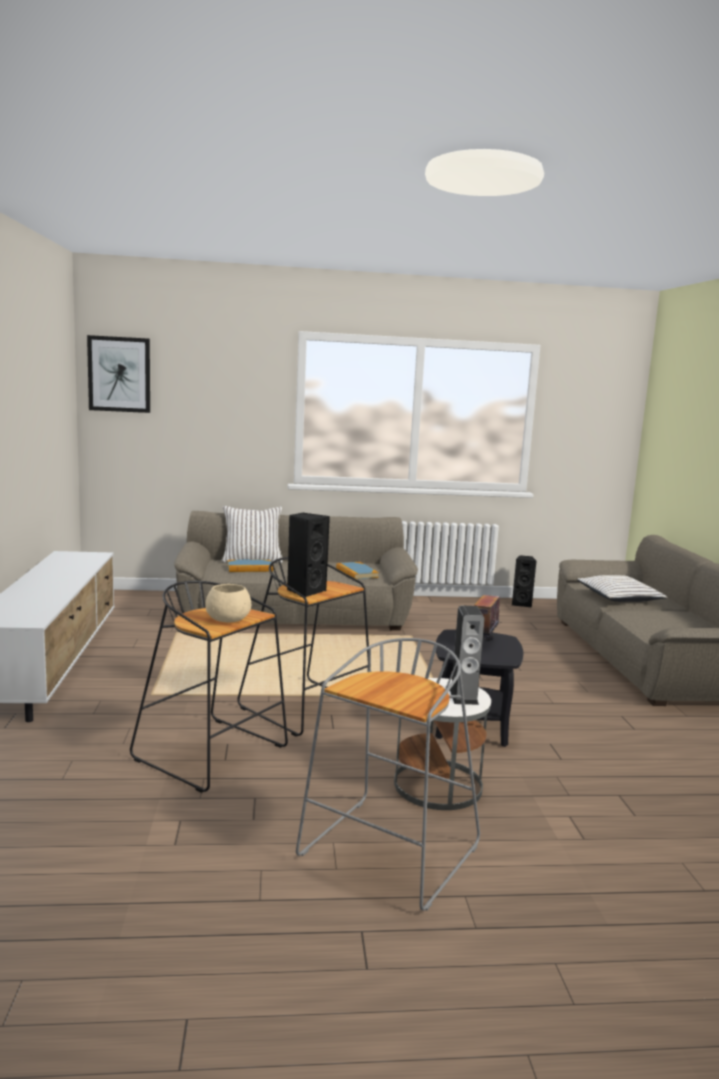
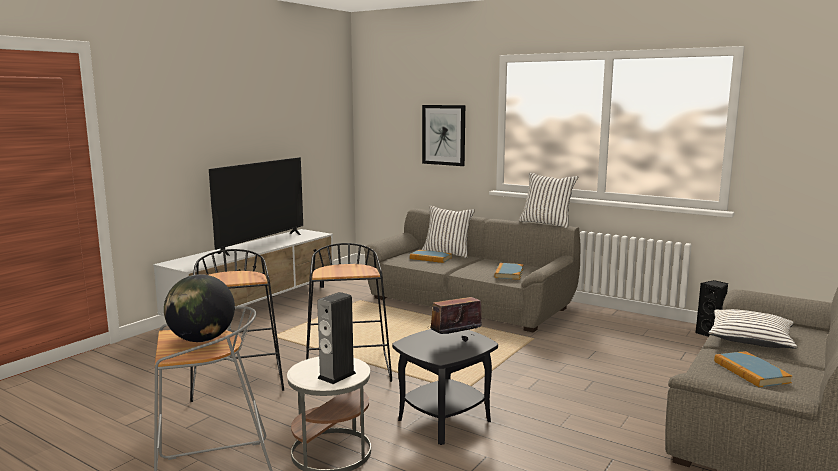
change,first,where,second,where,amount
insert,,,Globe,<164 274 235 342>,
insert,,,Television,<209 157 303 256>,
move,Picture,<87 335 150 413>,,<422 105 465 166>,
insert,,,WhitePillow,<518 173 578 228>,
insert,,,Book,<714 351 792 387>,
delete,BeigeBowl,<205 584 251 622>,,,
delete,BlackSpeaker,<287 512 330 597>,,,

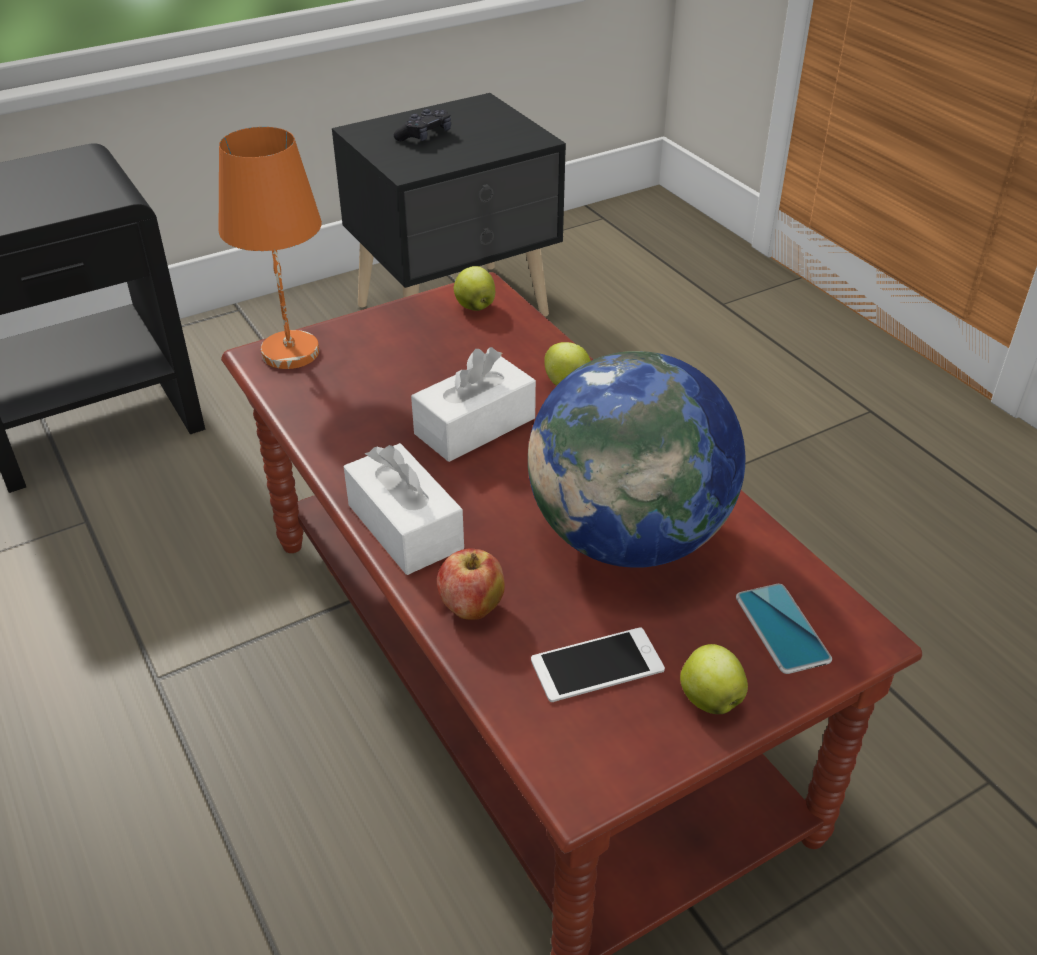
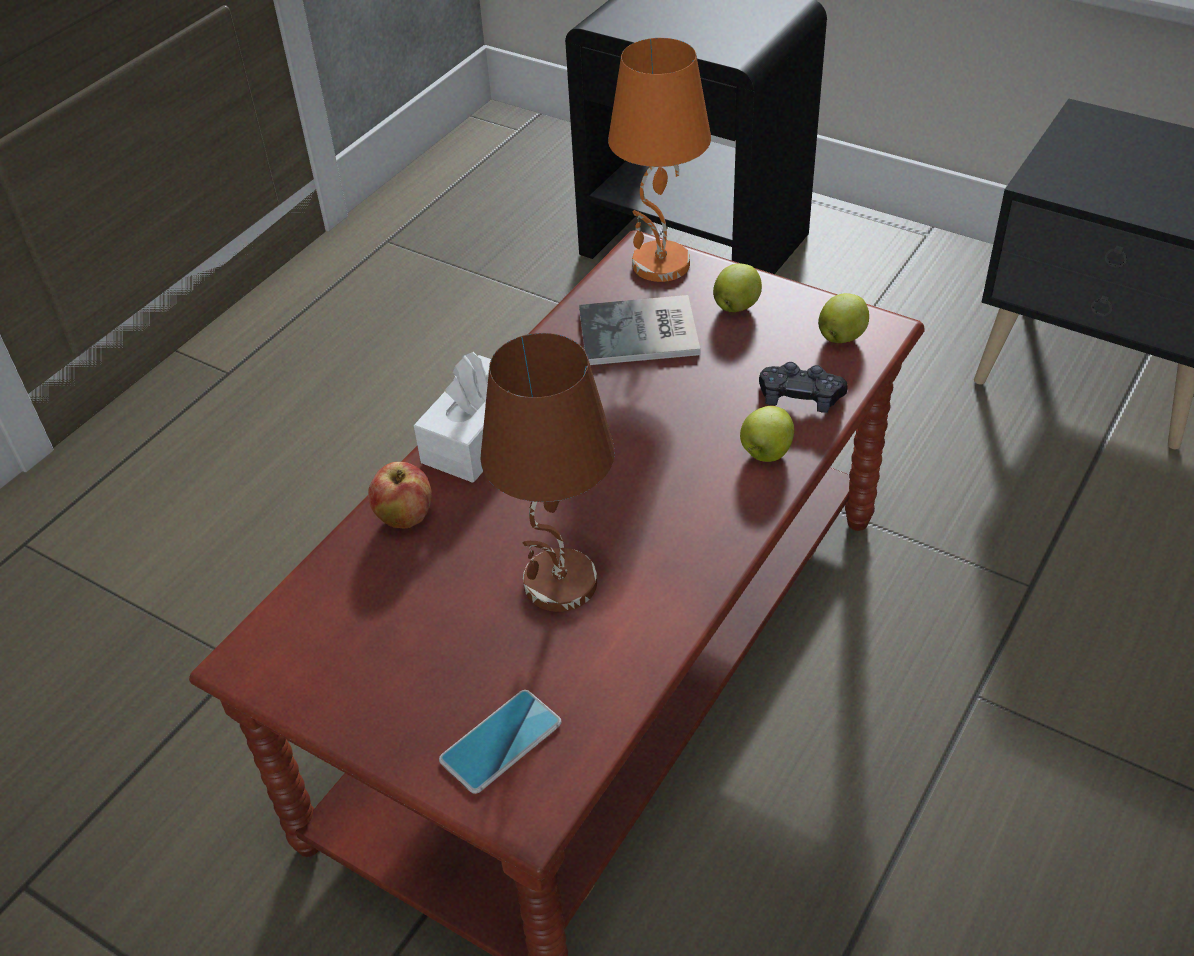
change,first,where,second,where,amount
replace,Globe,<528 351 745 568>,BrownTableLamp,<480 333 615 612>,
insert,,,Book,<579 295 700 365>,
move,Apple,<680 644 748 714>,,<713 263 762 312>,
move,BlackGameController,<394 109 451 141>,,<759 362 848 413>,
delete,WhiteTissueBox,<411 347 536 462>,,,
delete,Phone,<531 627 665 702>,,,

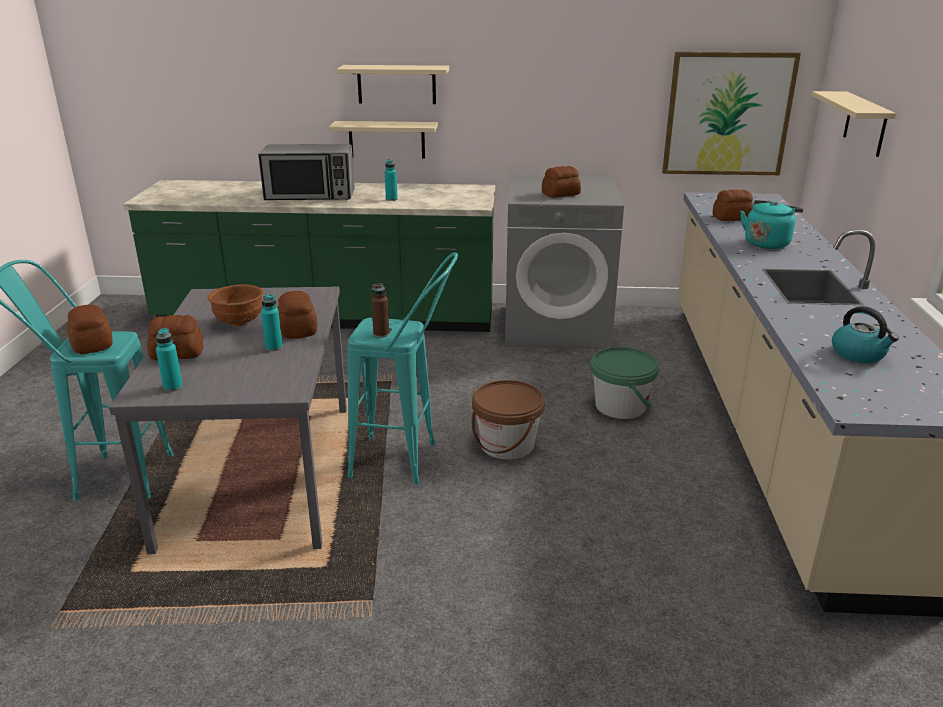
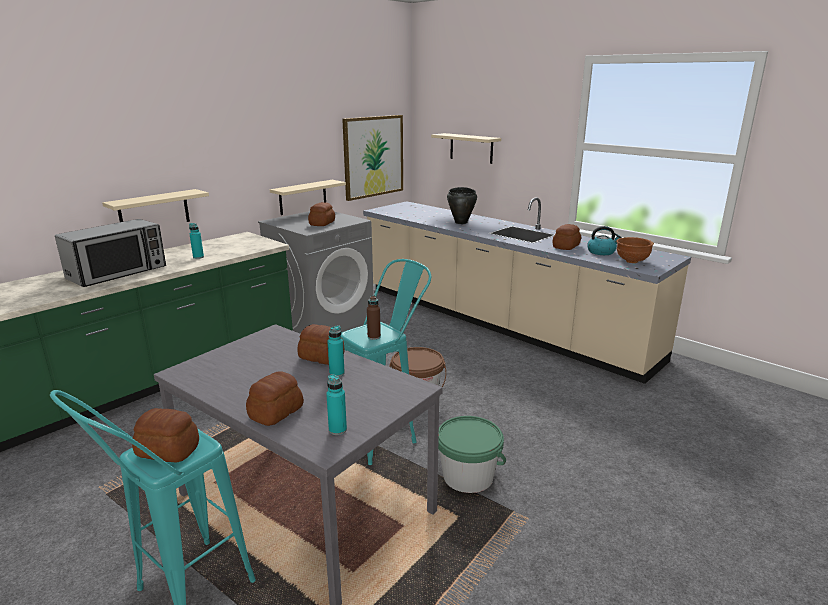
change,first,where,second,where,amount
move,BeigeShelf,<337 65 449 104>,,<270 180 346 215>,
move,GreenBucket,<590 347 659 419>,,<438 416 506 493>,
replace,TurquoiseKettle,<740 200 803 249>,BlackCookingPot,<447 187 477 224>,
move,Bread,<713 190 754 221>,,<552 224 581 250>,
move,BrownBowl,<208 284 263 326>,,<616 237 654 263>,

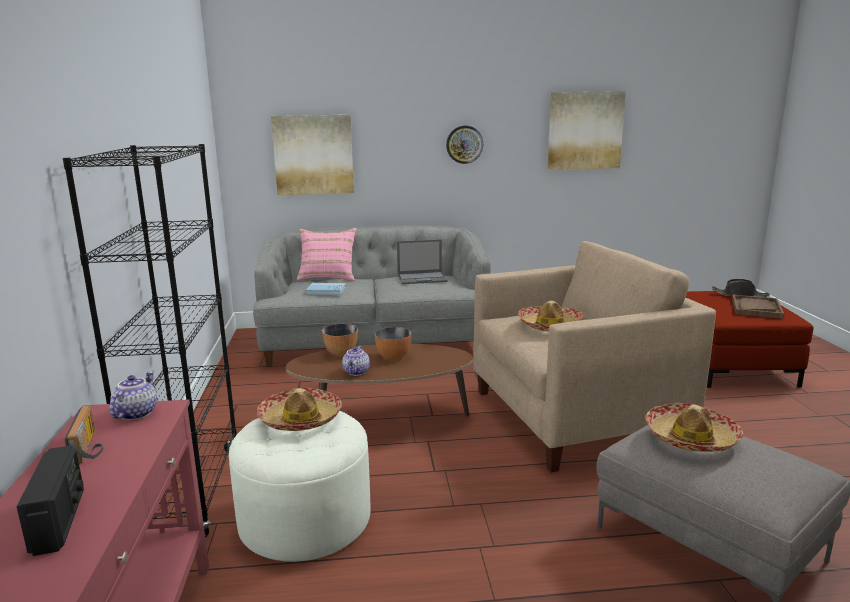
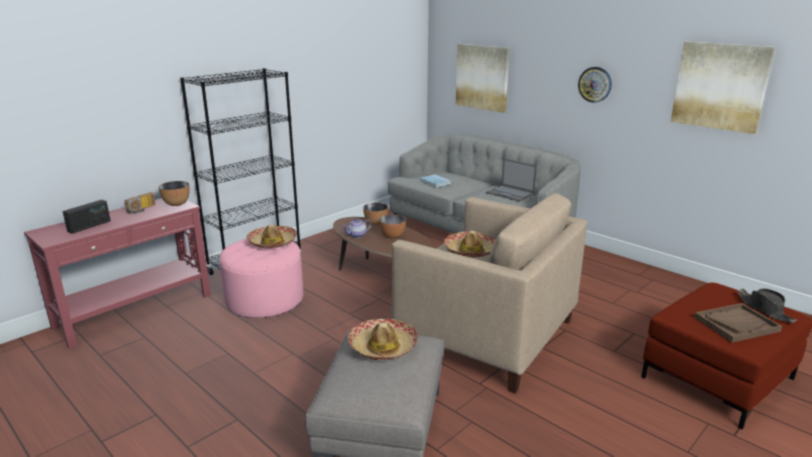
change,first,where,second,where,amount
replace,Teapot,<109 372 157 420>,Bowl,<159 181 189 206>,
recolor,WhiteOttoman,<229 411 370 562>,PinkOttoman,<220 238 303 318>,
delete,PinkPillow,<297 228 357 281>,,,

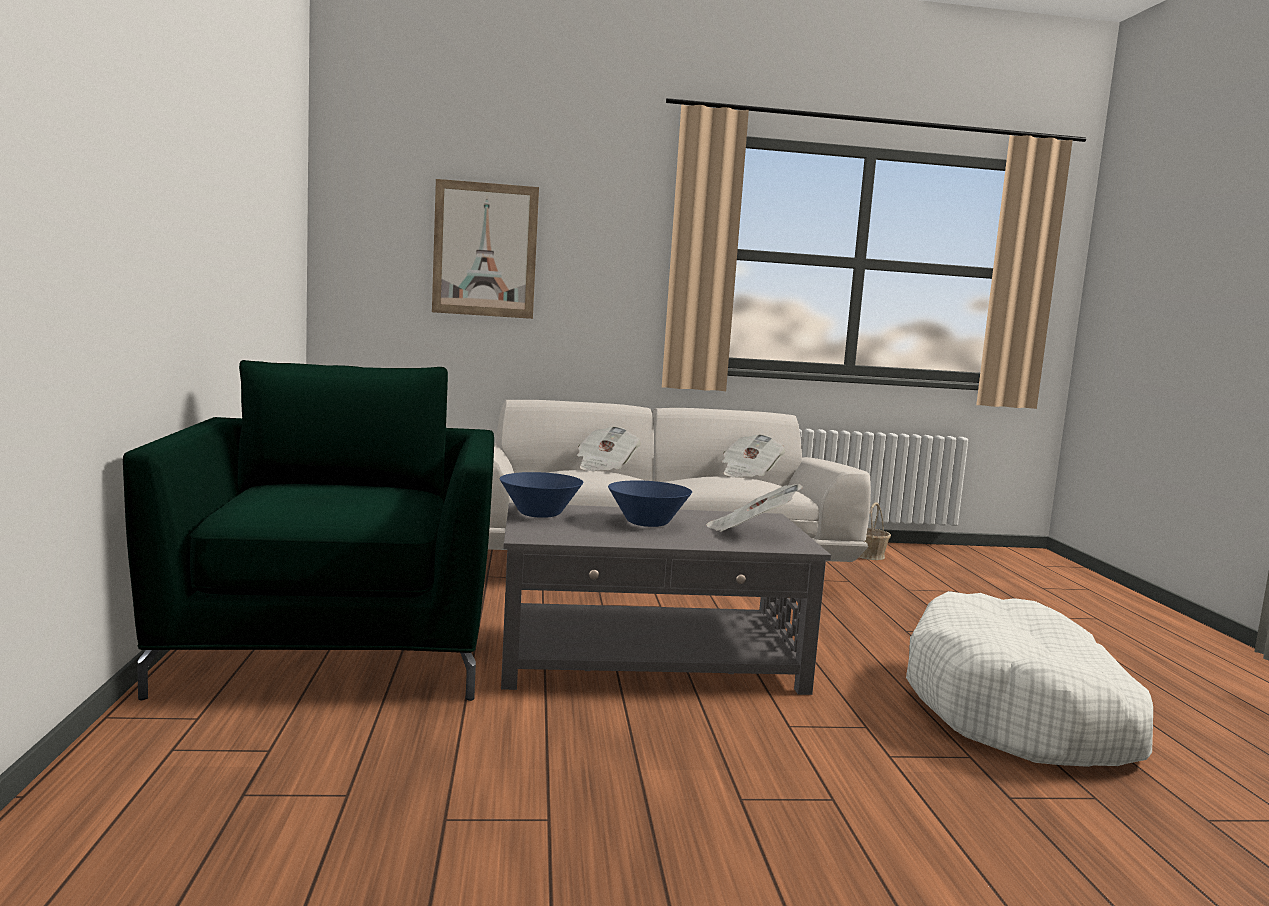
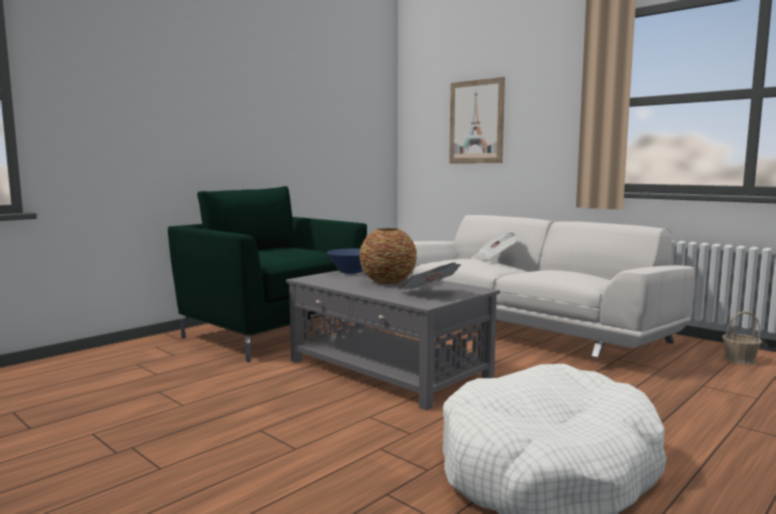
change,first,where,second,where,amount
rotate,GreenArmchair,<123 360 494 701>,,<168 186 367 362>,90 degrees counterclockwise
replace,BlueBowl,<608 480 692 527>,Vase,<359 228 417 284>,
delete,Newspaper,<722 434 785 477>,,,

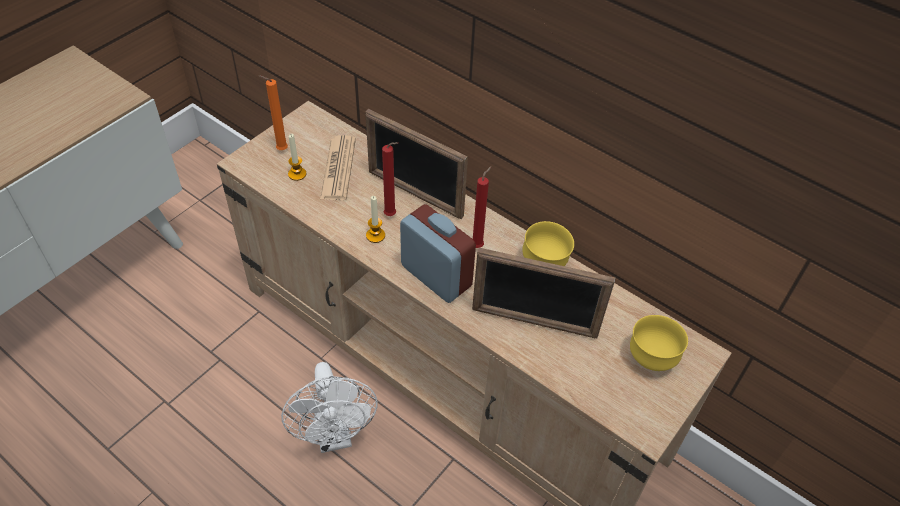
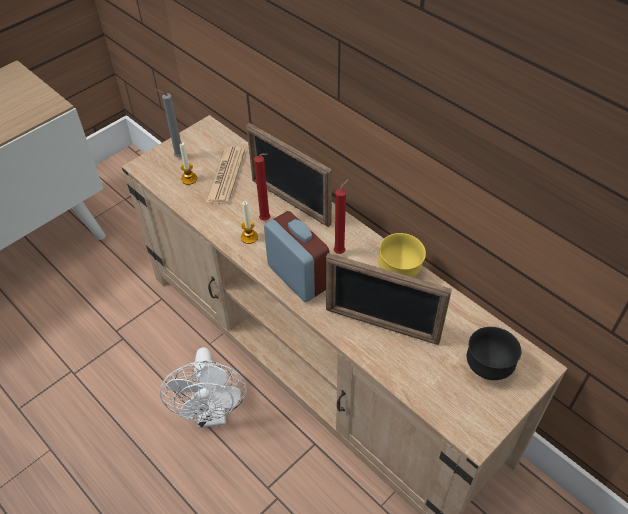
change,first,where,second,where,amount
recolor,OrangeCandle,<259 75 288 150>,GreyCandle,<156 89 182 157>,
recolor,YellowBowl,<630 315 688 371>,BlackBowl,<467 327 521 380>,

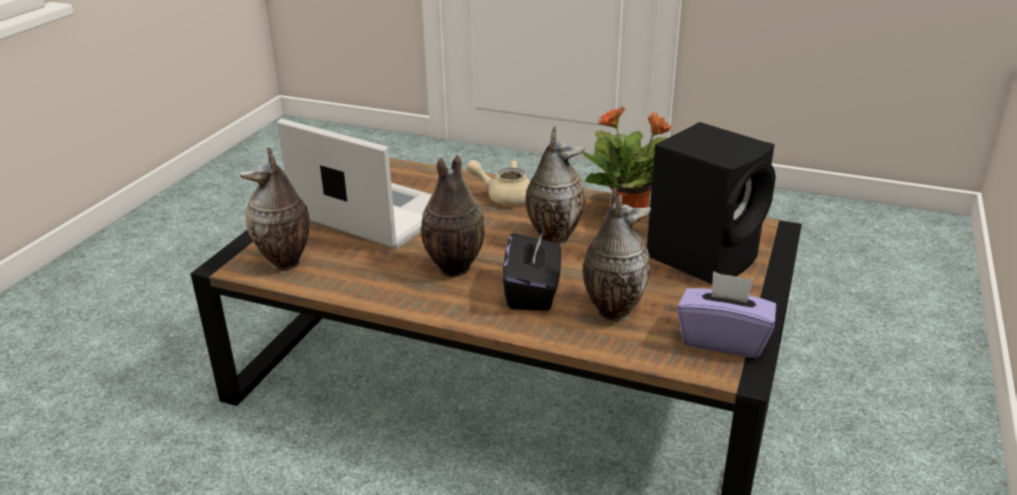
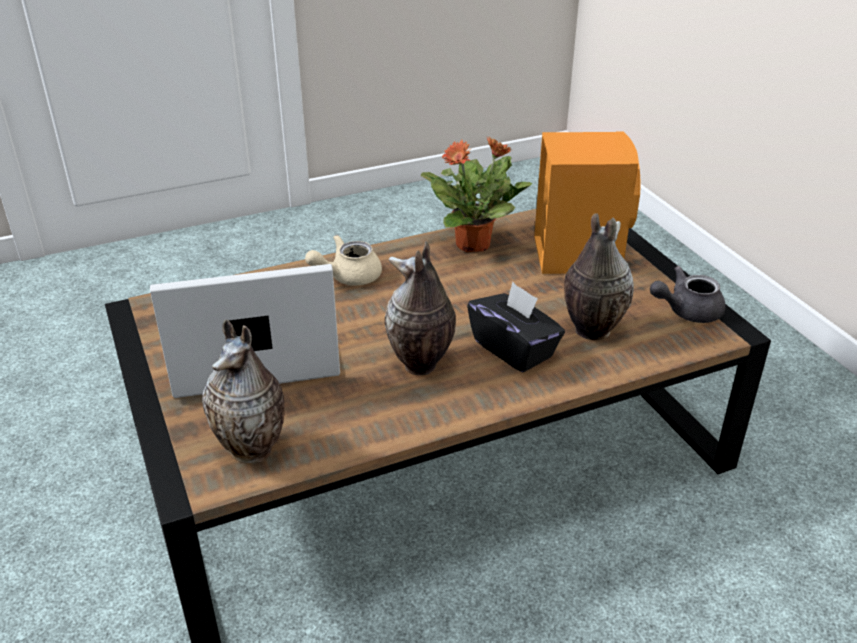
change,first,where,second,where,amount
recolor,BlackSpeaker,<647 122 776 285>,OrangeSpeaker,<534 131 640 274>,
replace,PurpleTissueBox,<677 271 776 358>,GreyTeapot,<650 266 725 323>,
delete,Vase,<525 126 585 246>,,,

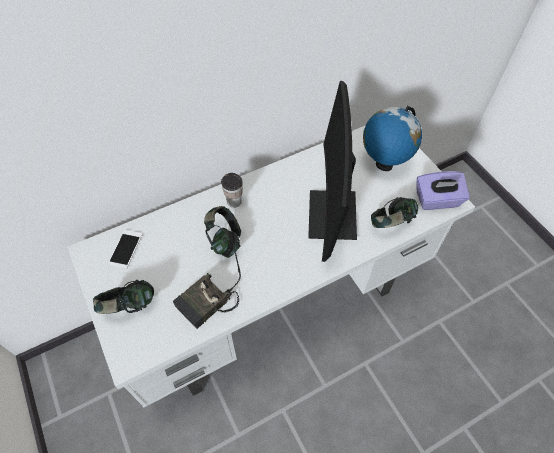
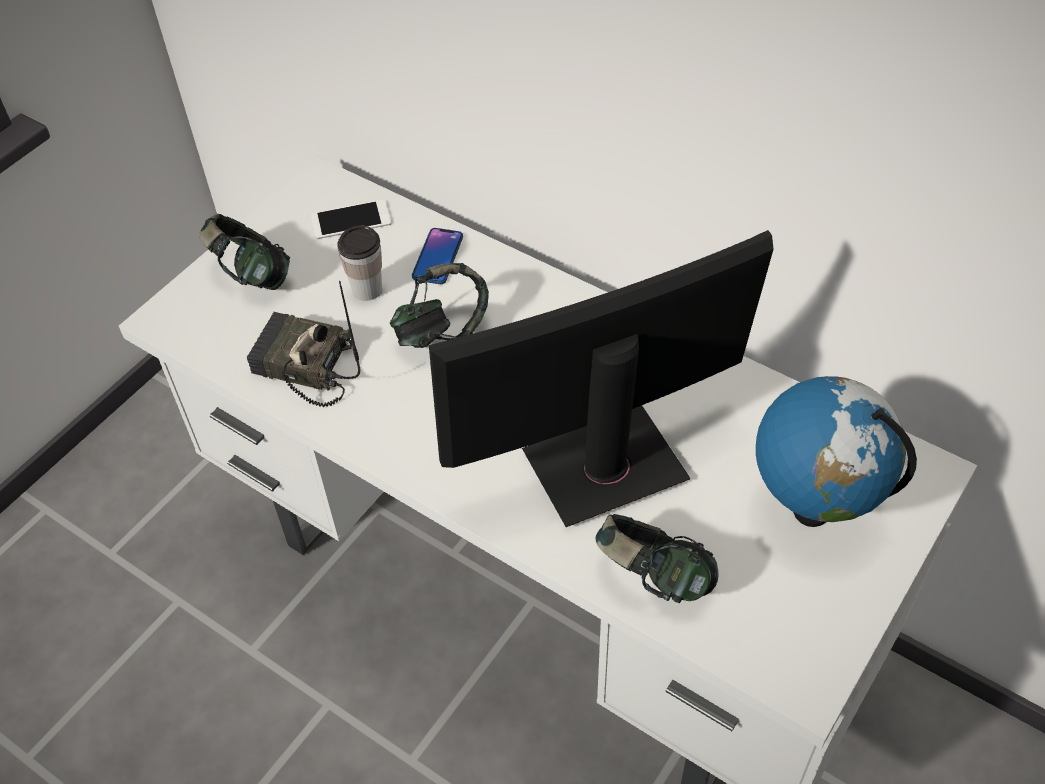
change,first,where,second,where,amount
move,Cup,<221 173 243 208>,,<337 225 382 301>,
insert,,,Phone,<412 228 463 284>,
delete,PurpleTissueBox,<417 171 470 210>,,,

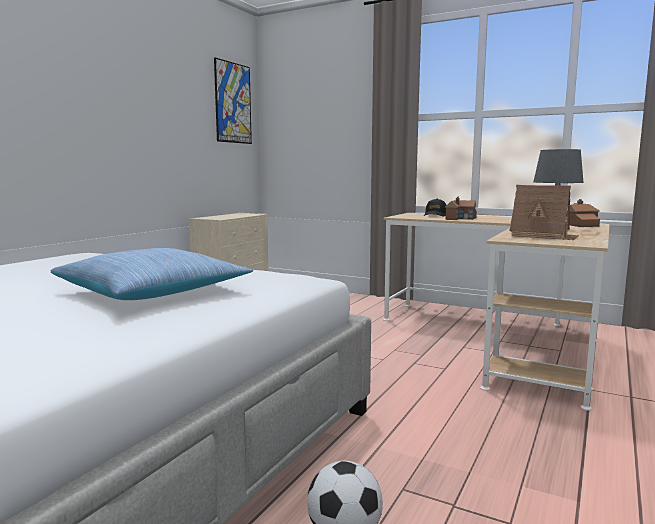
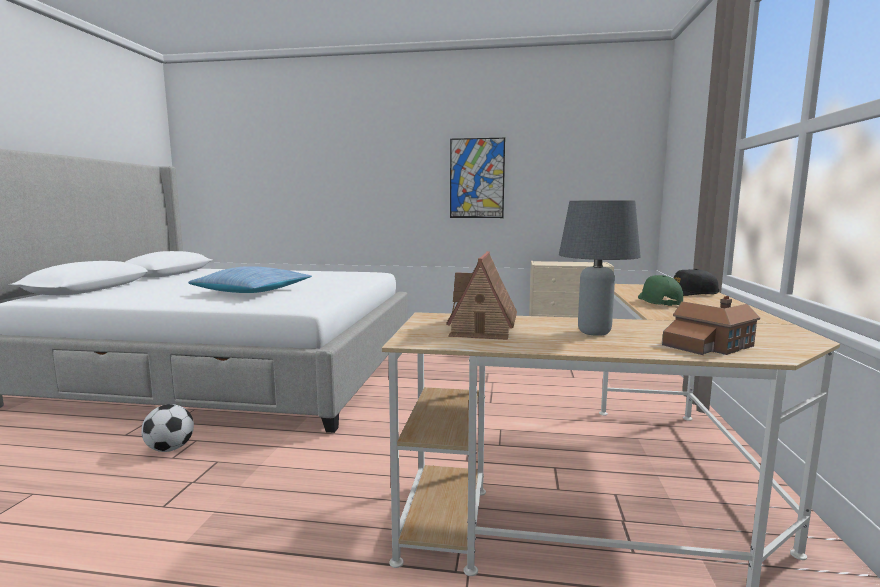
change,first,where,second,where,amount
move,Picture,<214 57 252 144>,,<450 138 505 218>,
replace,ToyHouse,<445 197 477 220>,GreenCap,<638 275 683 306>,

